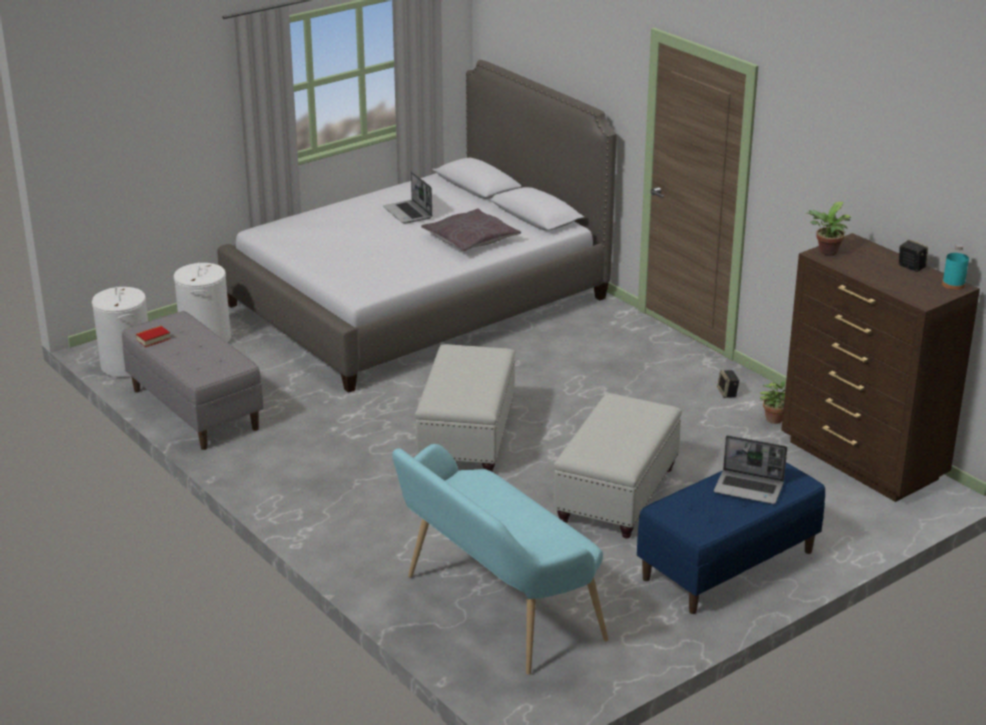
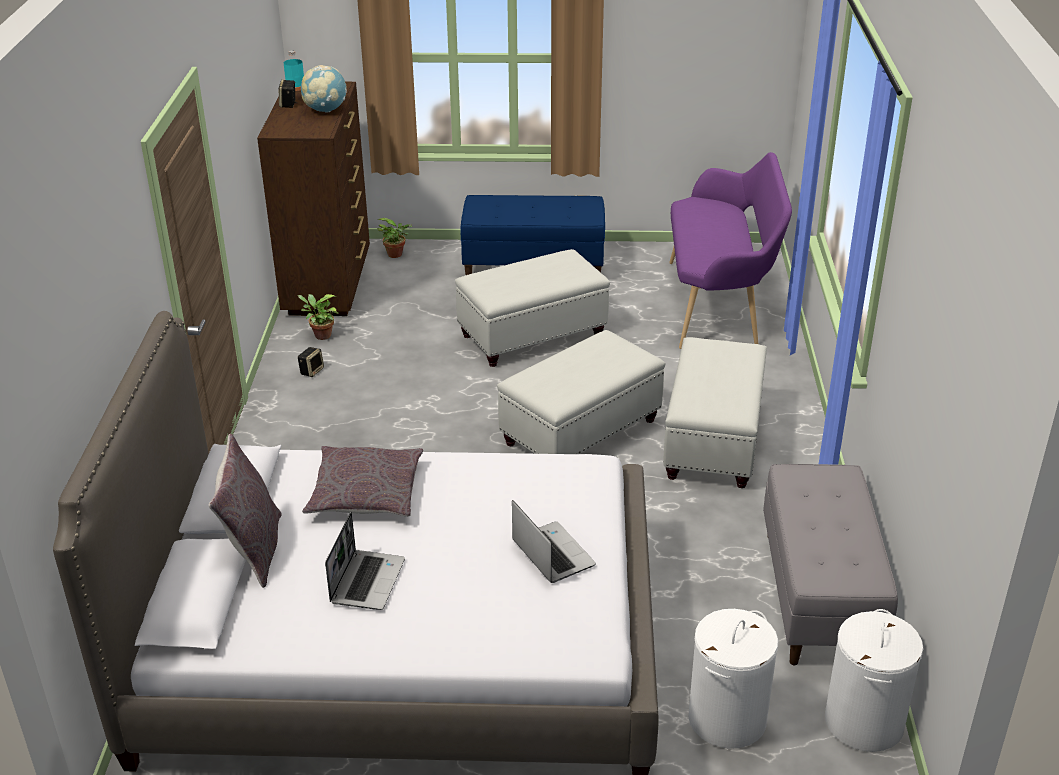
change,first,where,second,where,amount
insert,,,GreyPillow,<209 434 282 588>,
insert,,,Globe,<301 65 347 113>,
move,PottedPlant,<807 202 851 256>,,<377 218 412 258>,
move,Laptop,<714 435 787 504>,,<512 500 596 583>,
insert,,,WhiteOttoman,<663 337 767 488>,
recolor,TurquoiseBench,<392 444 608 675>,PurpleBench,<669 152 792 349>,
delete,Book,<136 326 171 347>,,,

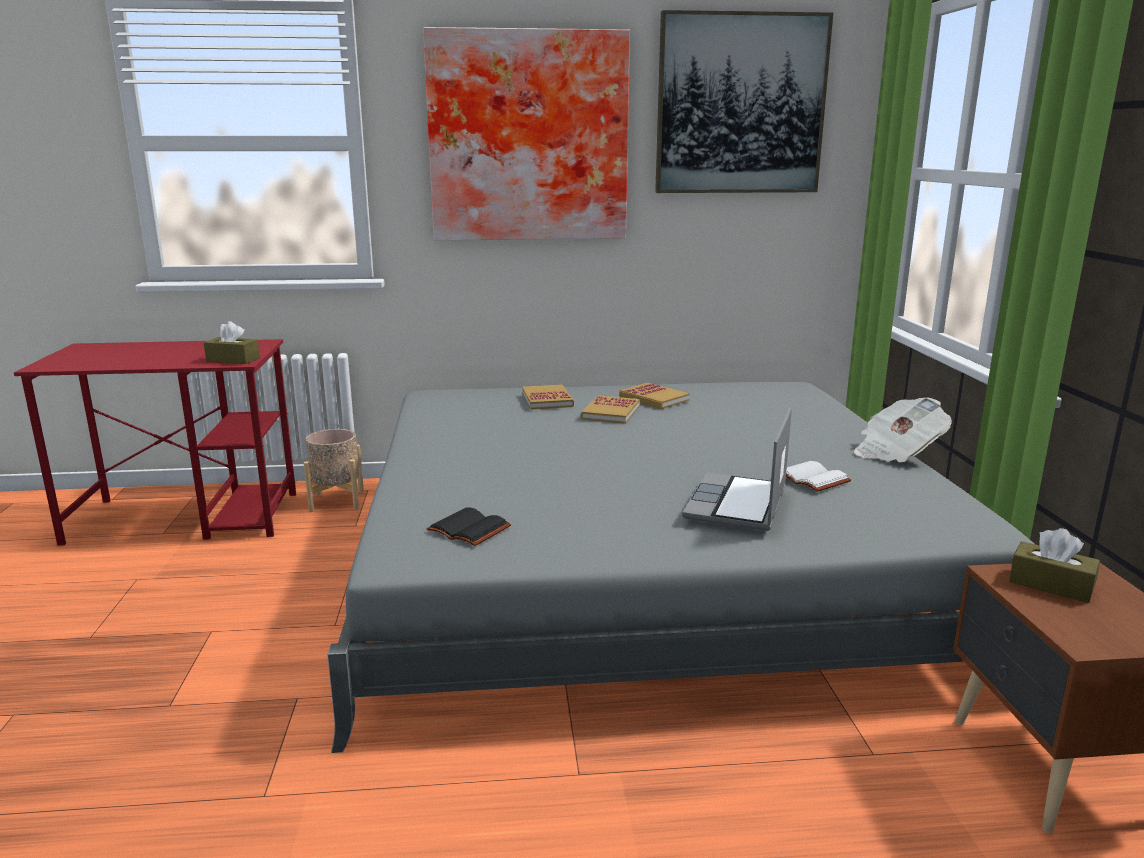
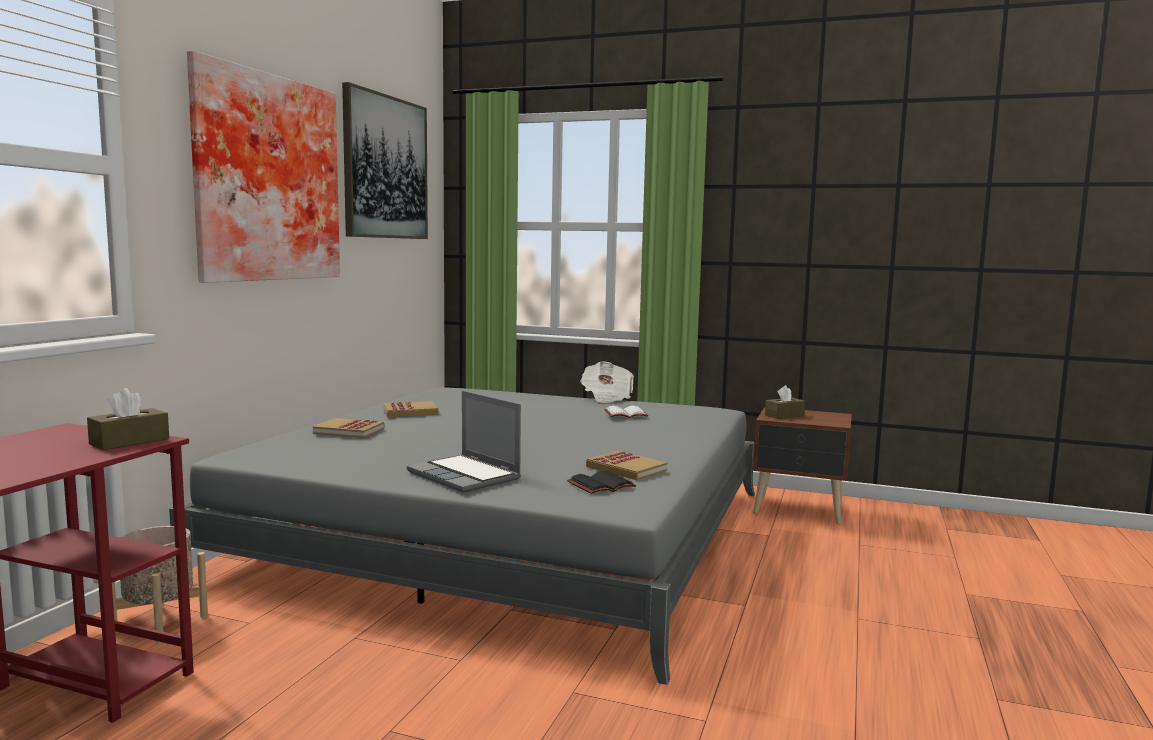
change,first,where,second,where,amount
move,Laptop,<682 408 792 531>,,<407 391 521 493>,
move,Book,<581 395 640 424>,,<586 451 667 480>,

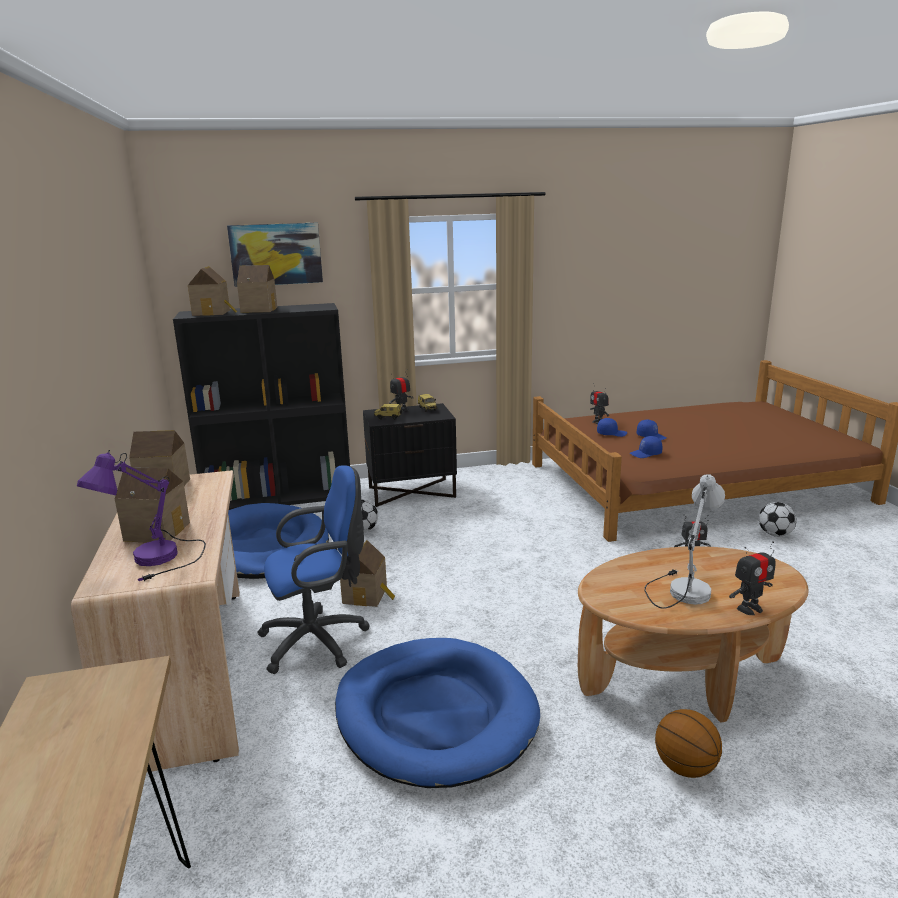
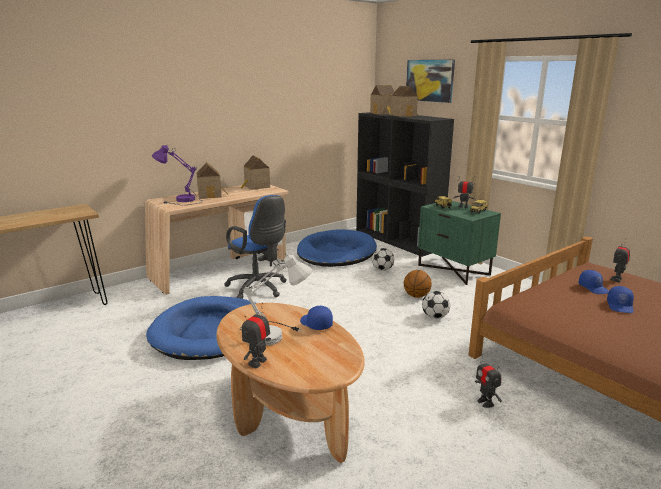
change,first,where,second,where,amount
rotate,ToyRobot,<729 541 776 615>,,<242 303 271 368>,75 degrees clockwise
move,BlueCap,<630 436 662 458>,,<300 306 333 330>,
move,Basketball,<655 709 722 778>,,<404 270 432 298>,
recolor,BlackNightstand,<363 403 457 507>,GreenNightstand,<418 201 501 285>,
move,Football,<759 502 797 537>,,<422 291 450 319>,
delete,ToyHouse,<340 540 395 607>,,,

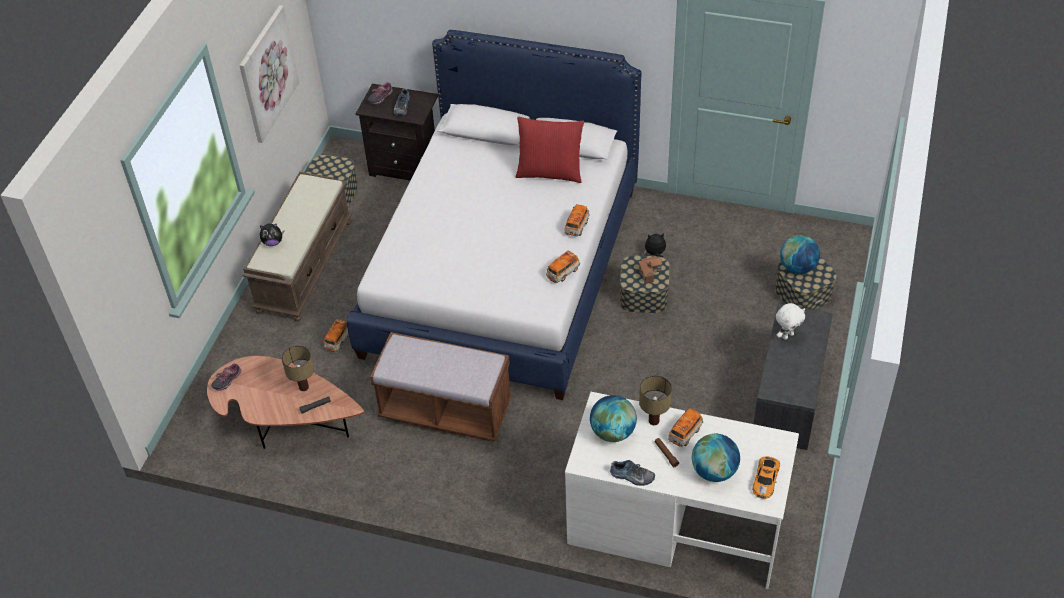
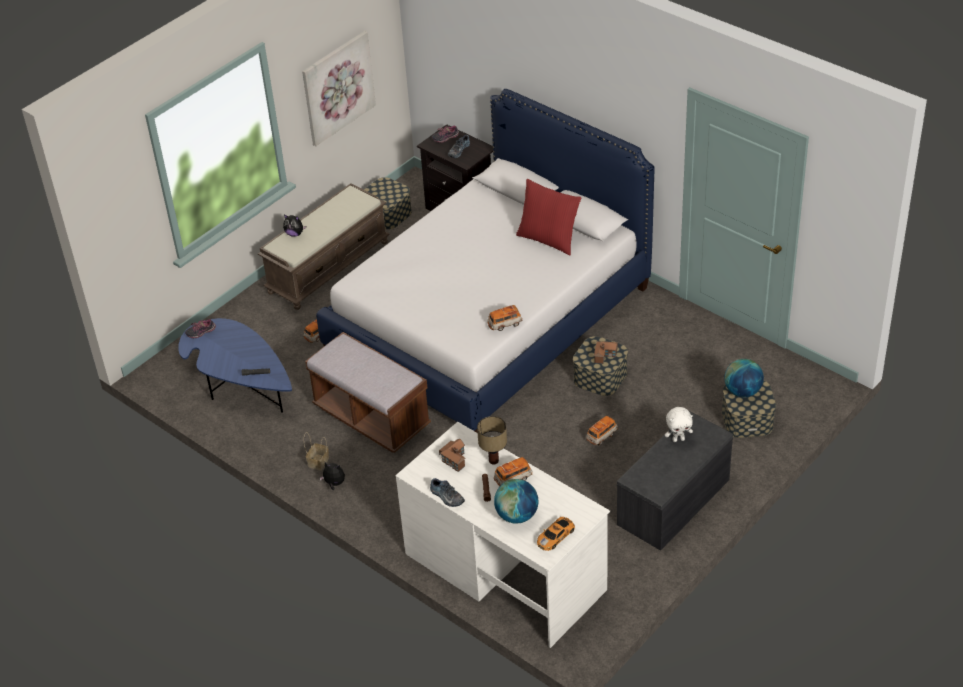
change,first,where,second,where,amount
recolor,BrownCoffeeTable,<207 356 364 449>,BlueCoffeeTable,<178 318 292 413>,
insert,,,Basket,<304 432 329 471>,
move,PlushToy,<644 233 666 257>,,<320 462 345 490>,
replace,Globe,<590 395 637 442>,ToyHouse,<439 439 465 472>,
move,ToyCar,<565 204 590 236>,,<586 416 618 446>,
delete,TableLamp,<282 346 314 391>,,,

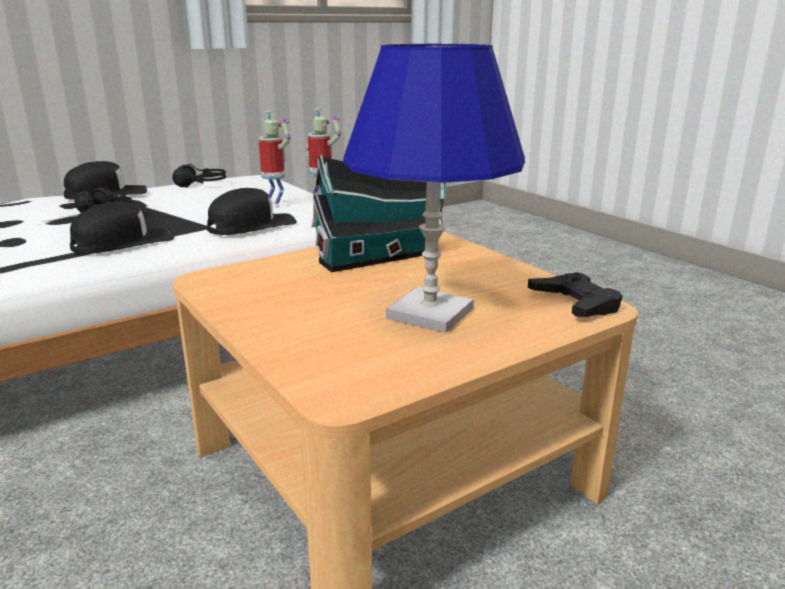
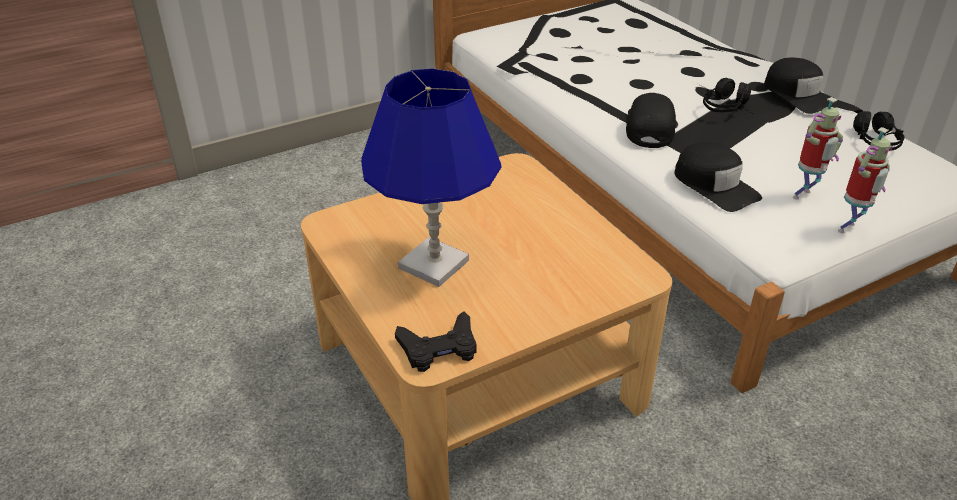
change,first,where,second,where,amount
rotate,BlackCap,<70 202 174 254>,,<626 93 676 148>,135 degrees counterclockwise
delete,ToyHouse,<311 155 446 273>,,,

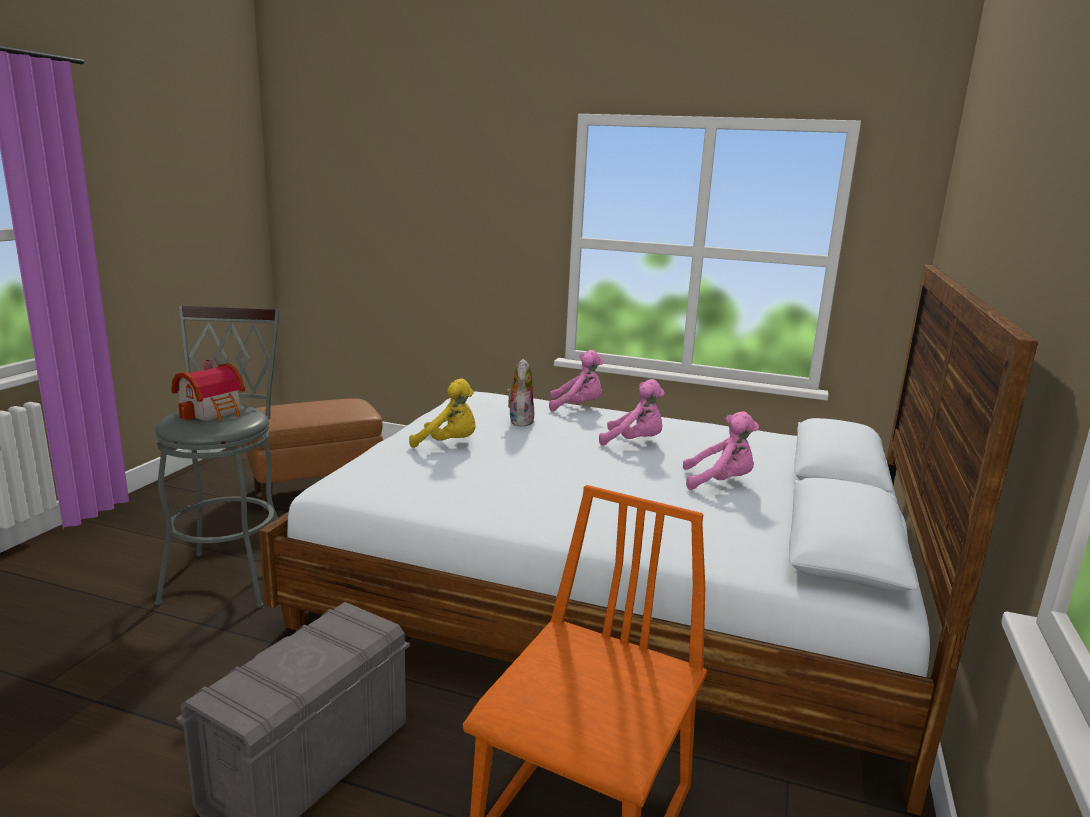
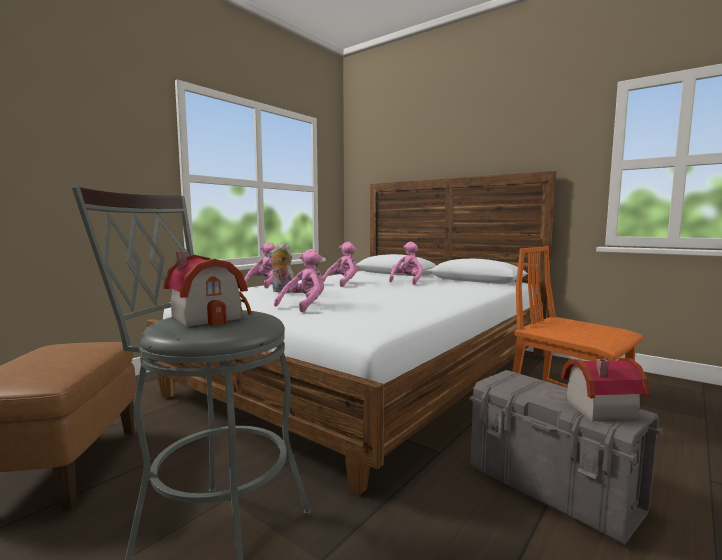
change,first,where,second,where,amount
recolor,YellowPlushToy,<409 379 476 448>,PinkPlushToy,<274 249 324 312>,
insert,,,ToyHouse,<561 358 650 421>,

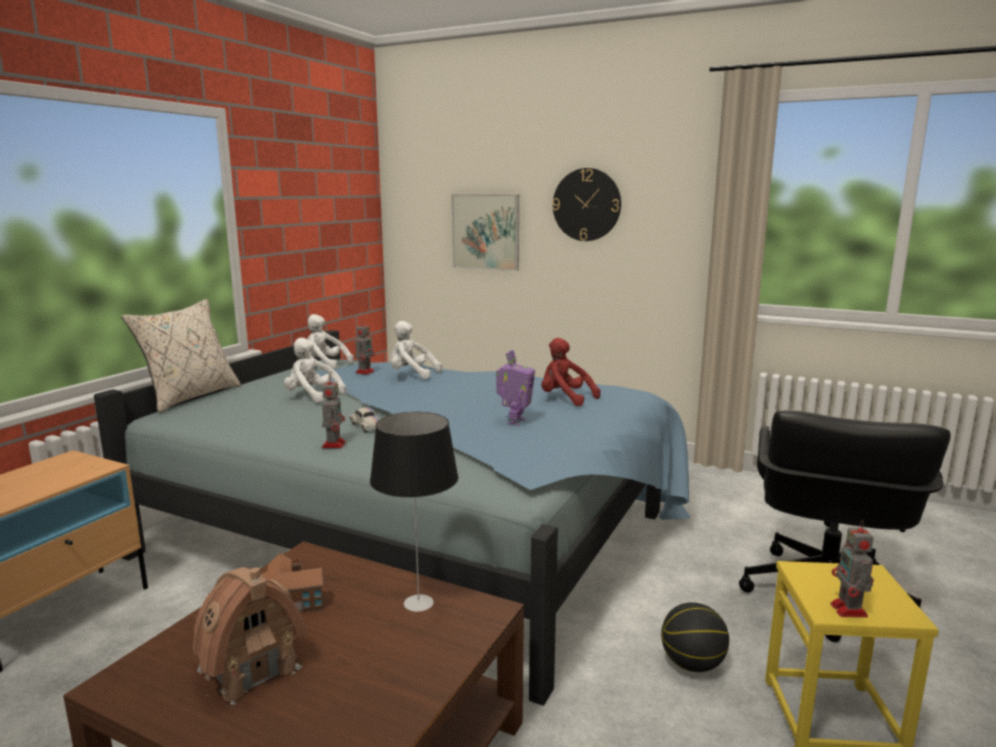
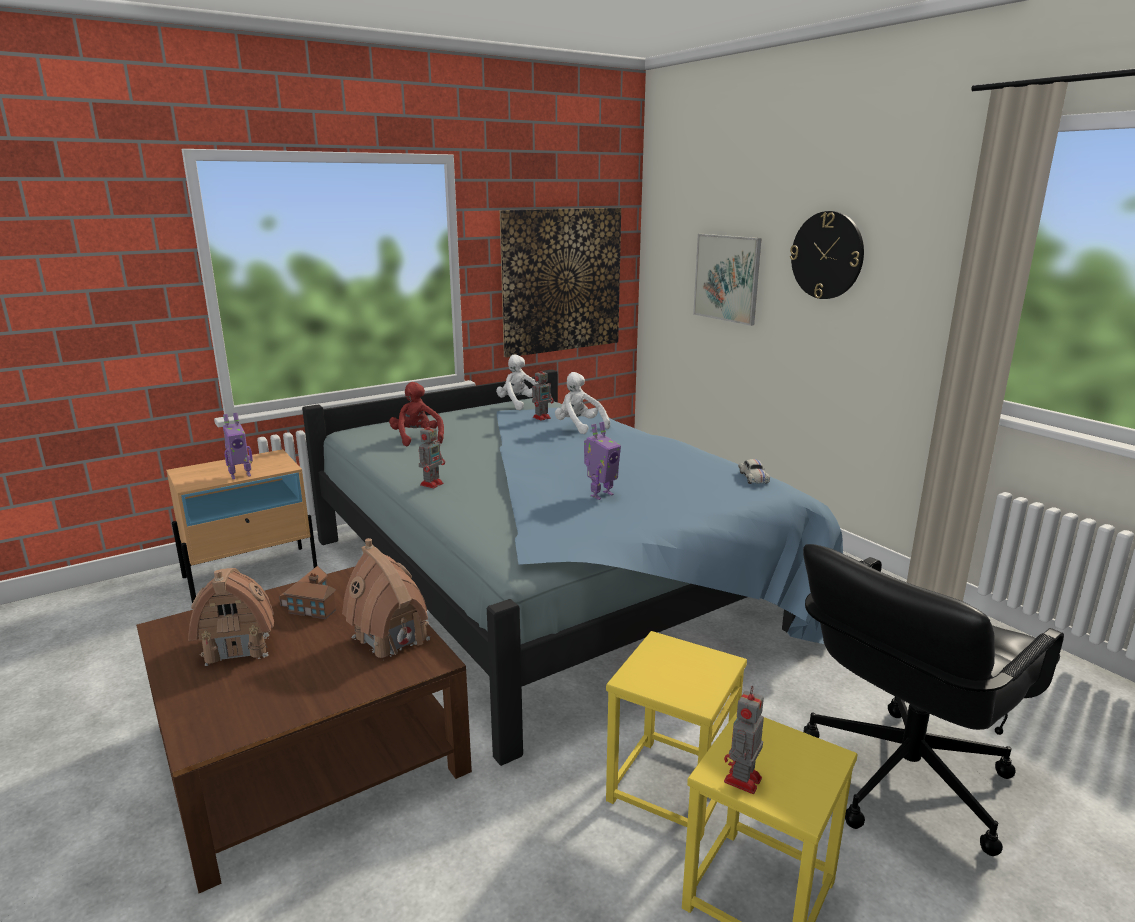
change,first,where,second,where,amount
insert,,,ToyRobot,<223 413 253 479>,
replace,TableLamp,<370 412 459 612>,ToyHouse,<342 538 430 658>,
move,RedPlushToy,<541 338 601 406>,,<389 382 444 446>,
insert,,,Picture,<500 208 621 357>,
replace,Basketball,<661 602 729 672>,YellowStool,<606 631 747 841>,
move,WhiteToyCar,<349 407 380 433>,,<738 459 770 484>,
delete,BeigePillow,<121 299 241 413>,,,
delete,WhitePlushToy,<284 338 346 403>,,,

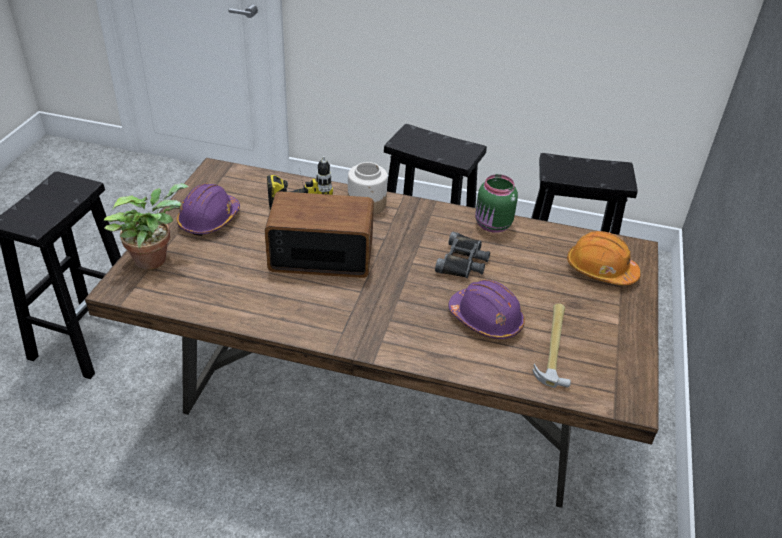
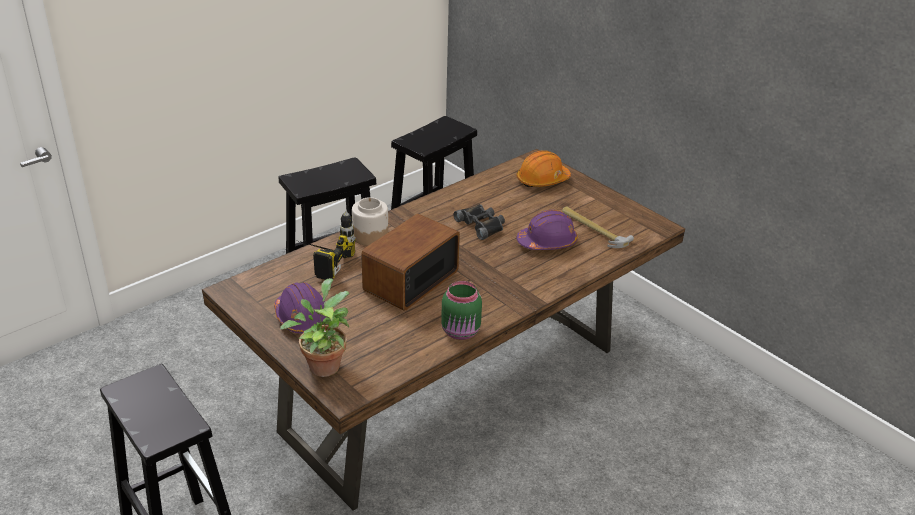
change,first,where,second,where,amount
move,GreenJar,<475 174 518 233>,,<441 281 482 340>,

